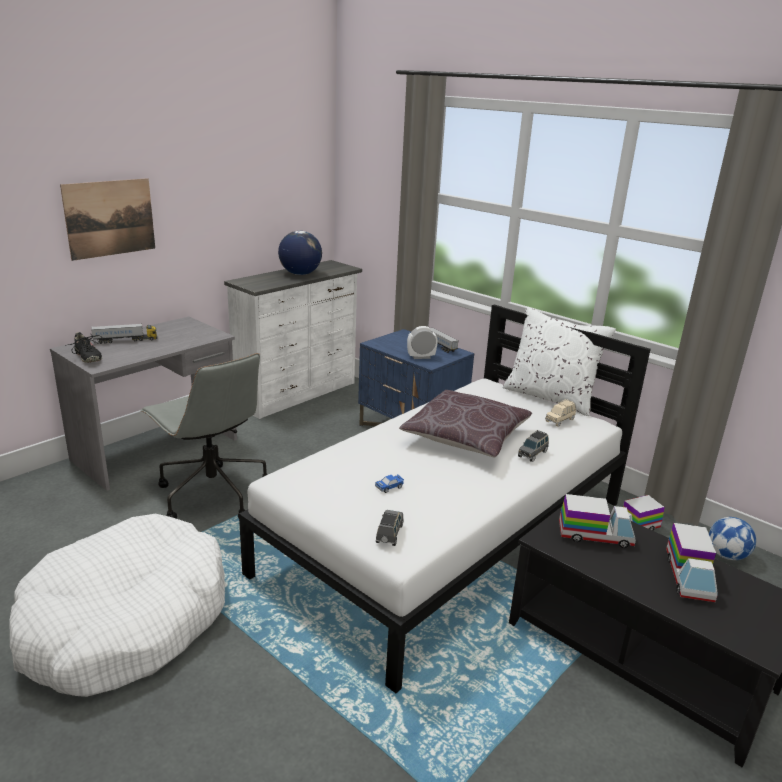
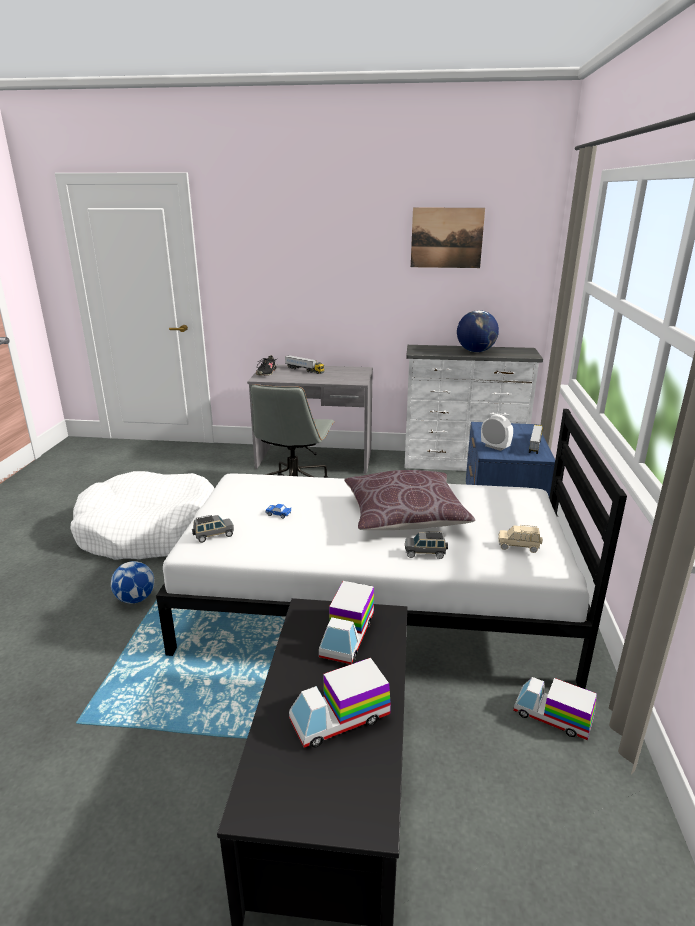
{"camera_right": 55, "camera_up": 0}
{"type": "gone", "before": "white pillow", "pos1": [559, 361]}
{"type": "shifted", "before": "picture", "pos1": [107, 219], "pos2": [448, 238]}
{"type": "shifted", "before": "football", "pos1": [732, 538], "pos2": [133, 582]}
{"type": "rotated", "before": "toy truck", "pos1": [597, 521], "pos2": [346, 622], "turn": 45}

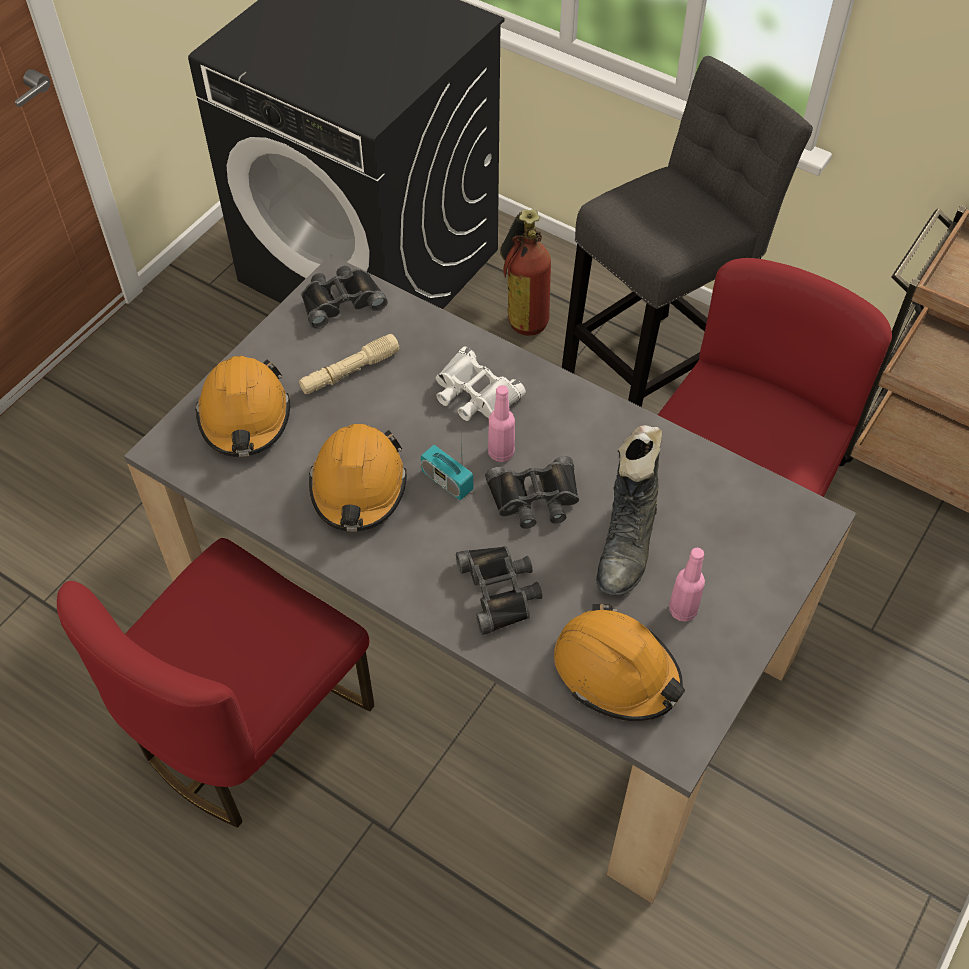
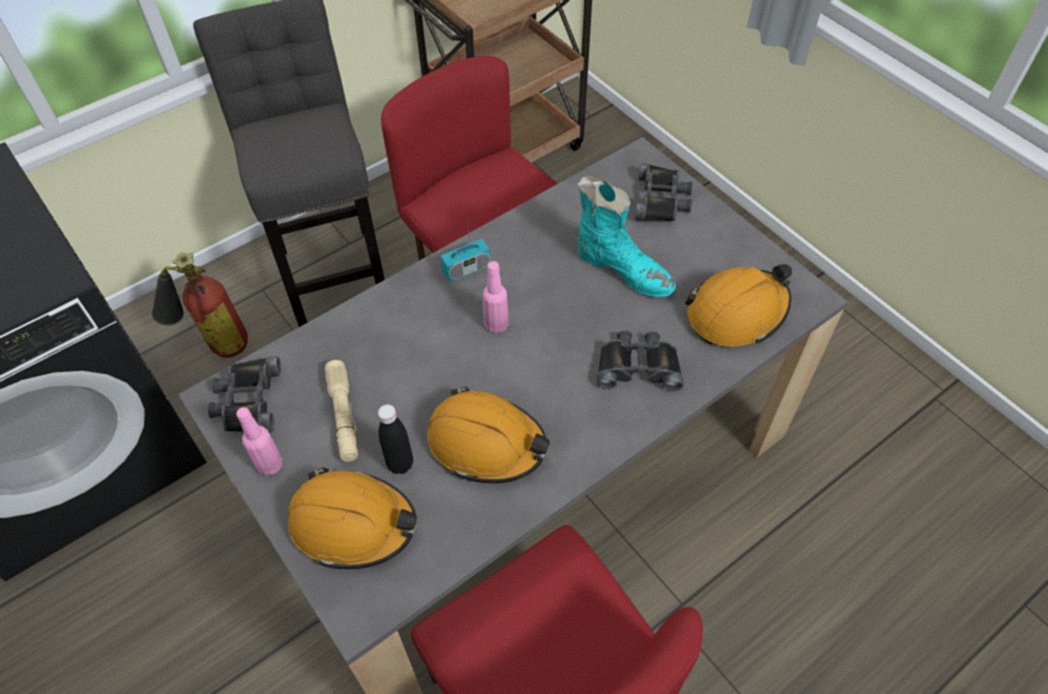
{"camera_right": -70, "camera_up": 0}
{"type": "gone", "before": "white binoculars", "pos1": [481, 384]}
{"type": "new", "after": "black bottle", "pos2": [395, 439]}
{"type": "shifted", "before": "radio", "pos1": [447, 469], "pos2": [465, 249]}
{"type": "shifted", "before": "black binoculars", "pos1": [532, 492], "pos2": [663, 192]}
{"type": "shifted", "before": "pink bottle", "pos1": [687, 584], "pos2": [259, 441]}
{"type": "repainted", "before": "black boot", "after": "turquoise boot", "pos1": [629, 510], "pos2": [626, 236]}

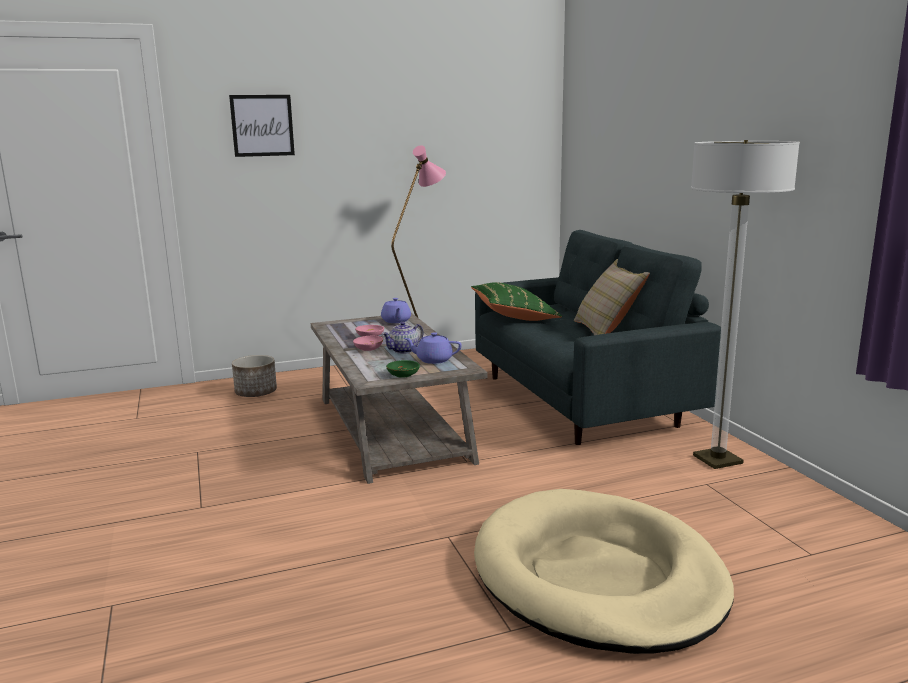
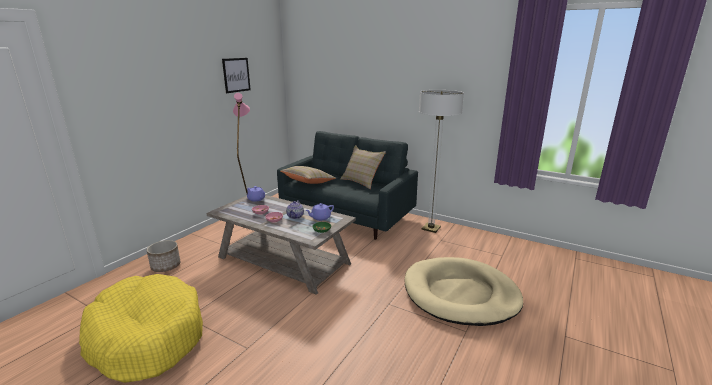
{"camera_right": -40, "camera_up": 5}
{"type": "new", "after": "yellow dog bed", "pos2": [141, 328]}
{"type": "shifted", "before": "picture", "pos1": [262, 126], "pos2": [236, 75]}
{"type": "repainted", "before": "green pillow", "after": "beige pillow", "pos1": [516, 301], "pos2": [308, 175]}

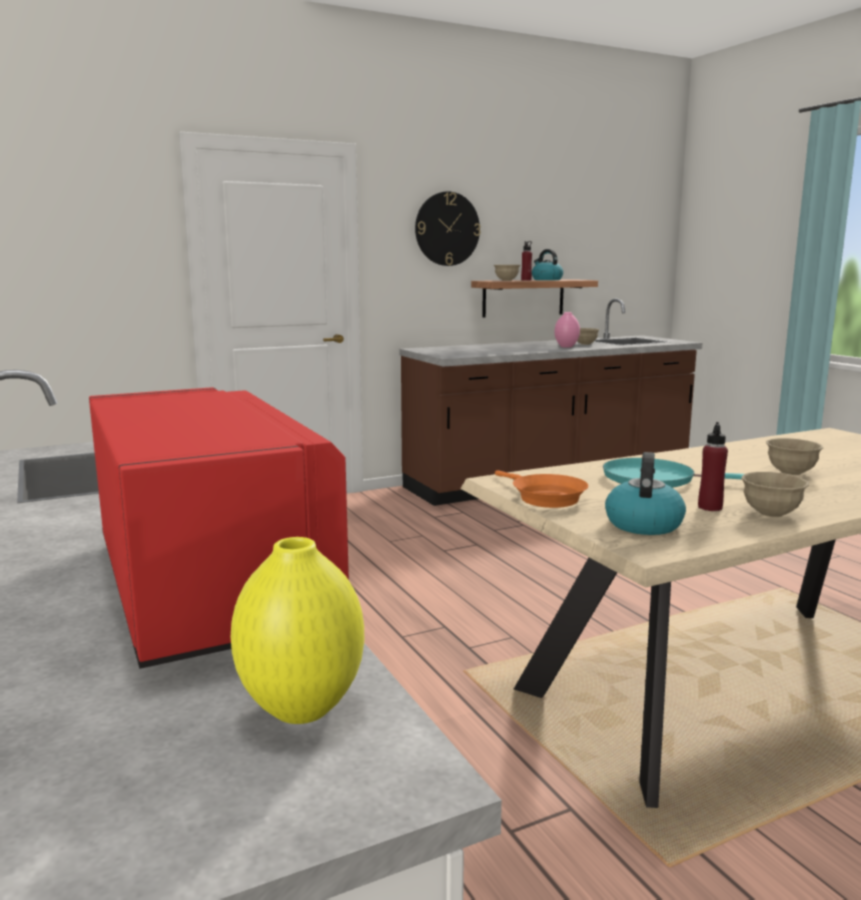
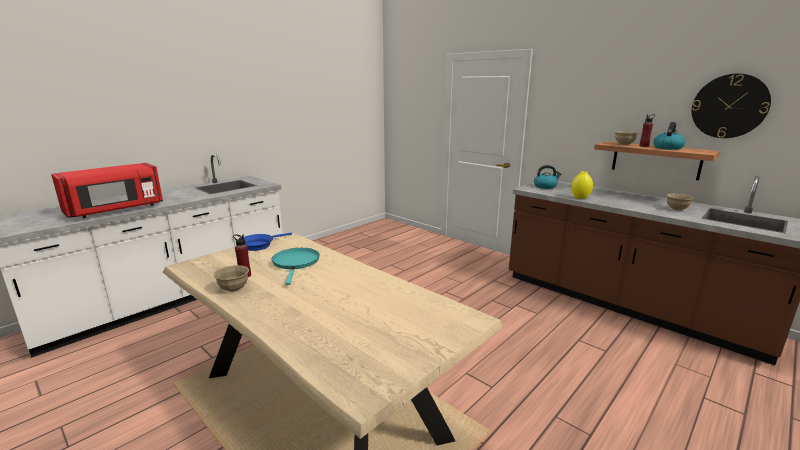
{"camera_right": 70, "camera_up": 5}
{"type": "gone", "before": "pink vase", "pos1": [567, 330]}
{"type": "gone", "before": "beige bowl", "pos1": [794, 456]}
{"type": "shifted", "before": "yellow vase", "pos1": [297, 630], "pos2": [582, 185]}
{"type": "shifted", "before": "wall clock", "pos1": [448, 228], "pos2": [731, 106]}
{"type": "shifted", "before": "kettle", "pos1": [645, 493], "pos2": [547, 177]}
{"type": "repainted", "before": "orange frying pan", "after": "blue frying pan", "pos1": [541, 489], "pos2": [268, 241]}

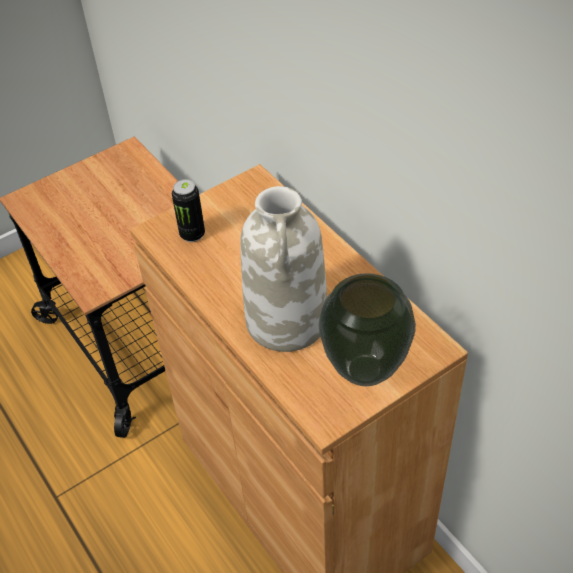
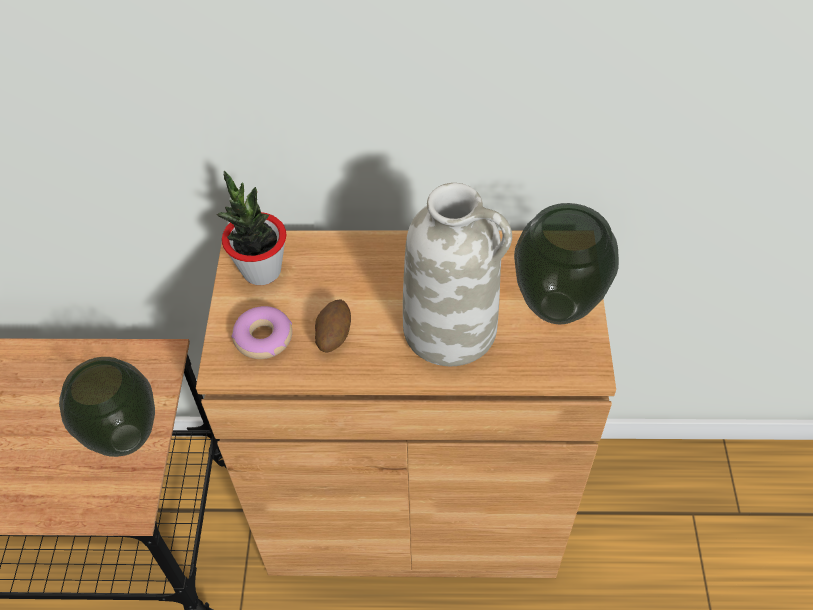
{"camera_right": -55, "camera_up": 5}
{"type": "new", "after": "vase", "pos2": [107, 407]}
{"type": "new", "after": "potted plant", "pos2": [251, 228]}
{"type": "new", "after": "potato", "pos2": [333, 326]}
{"type": "swapped", "before": "can", "after": "donut", "pos1": [188, 210], "pos2": [261, 332]}

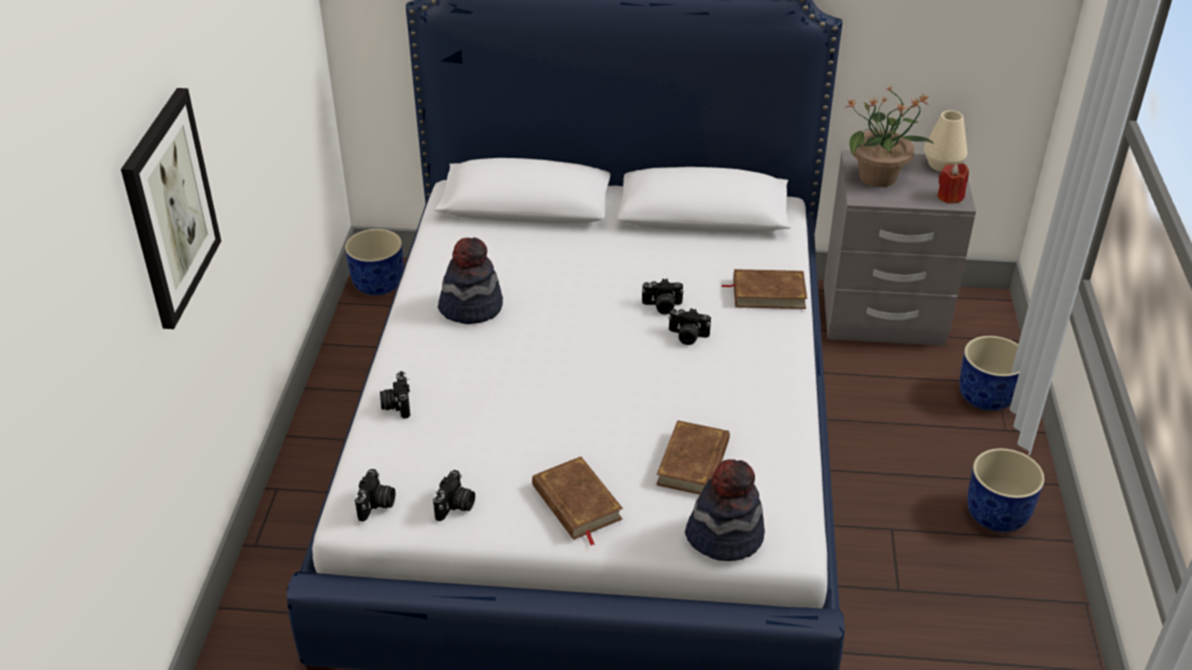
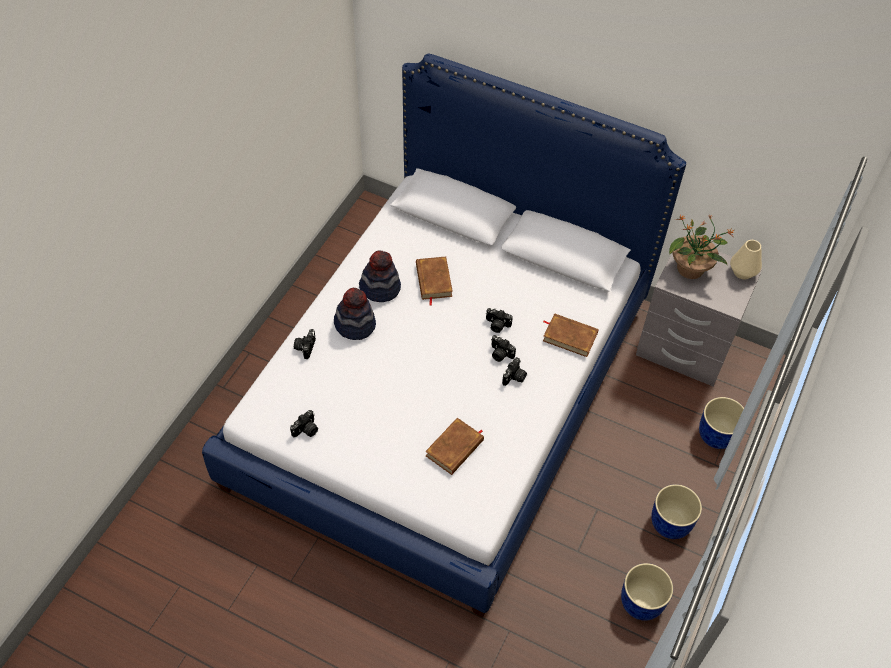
{"camera_right": 20, "camera_up": 15}
{"type": "gone", "before": "picture", "pos1": [171, 208]}
{"type": "gone", "before": "red candle", "pos1": [953, 183]}
{"type": "shifted", "before": "blue planter", "pos1": [374, 262], "pos2": [647, 592]}
{"type": "shifted", "before": "photo camera", "pos1": [375, 495], "pos2": [514, 371]}
{"type": "shifted", "before": "brown book", "pos1": [577, 501], "pos2": [434, 281]}
{"type": "shifted", "before": "hat", "pos1": [725, 510], "pos2": [355, 314]}

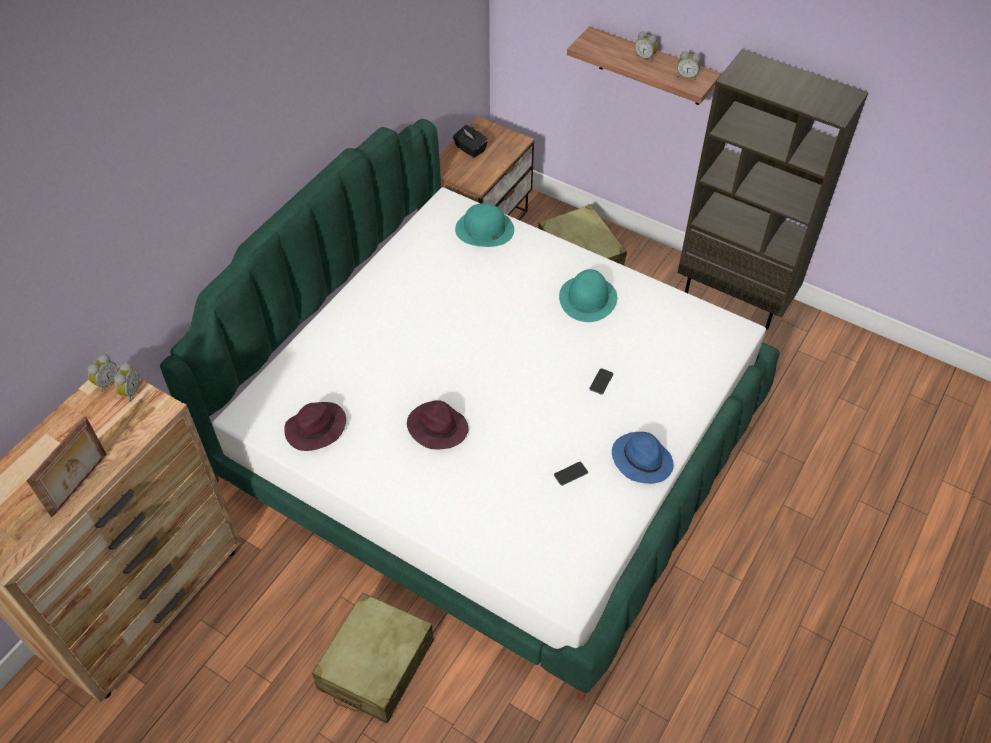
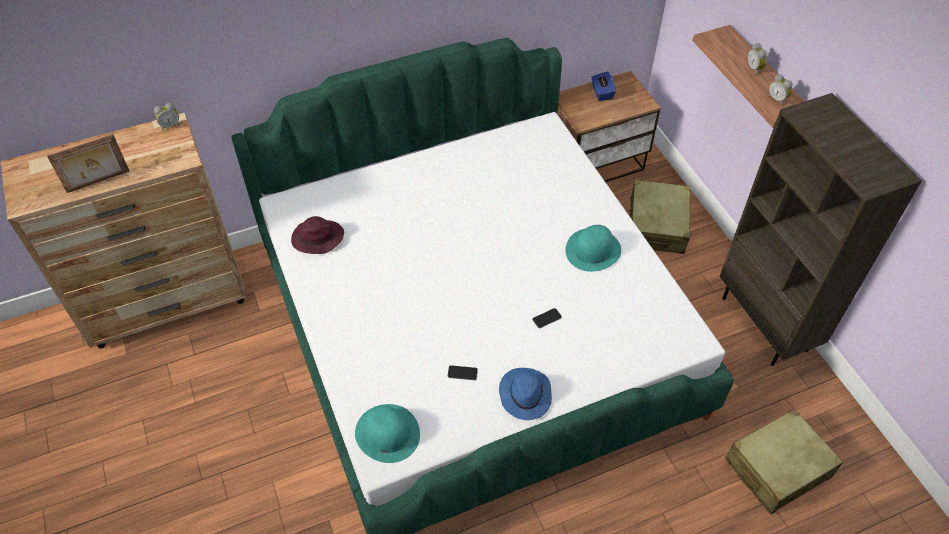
{"camera_right": 35, "camera_up": 0}
{"type": "gone", "before": "alarm clock", "pos1": [127, 382]}
{"type": "gone", "before": "purple hat", "pos1": [437, 425]}
{"type": "shifted", "before": "beige suitcase", "pos1": [373, 658], "pos2": [784, 461]}
{"type": "shifted", "before": "turquoise hat", "pos1": [484, 225], "pos2": [387, 433]}
{"type": "repainted", "before": "black tissue box", "after": "blue tissue box", "pos1": [470, 141], "pos2": [603, 86]}

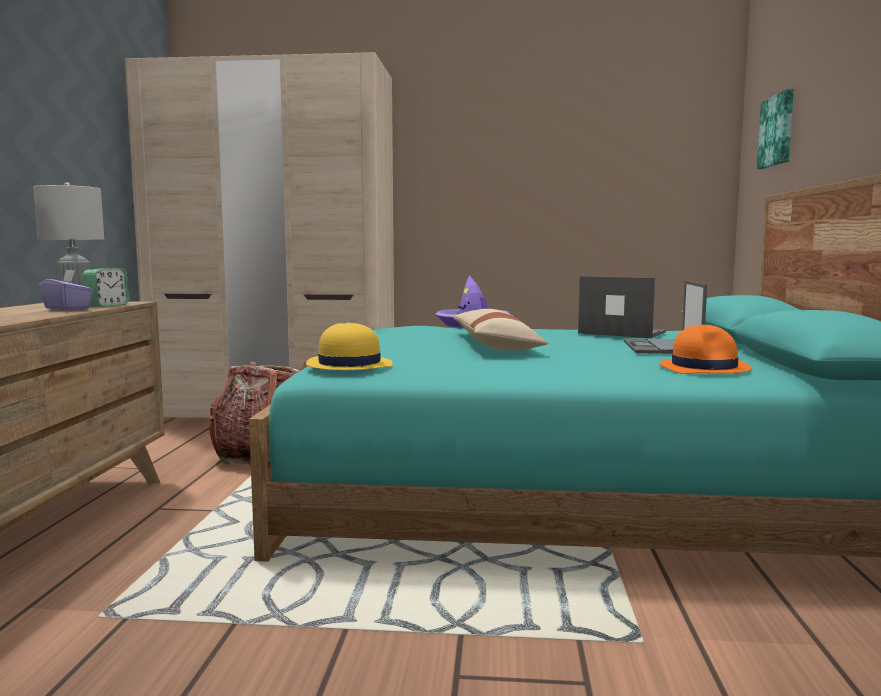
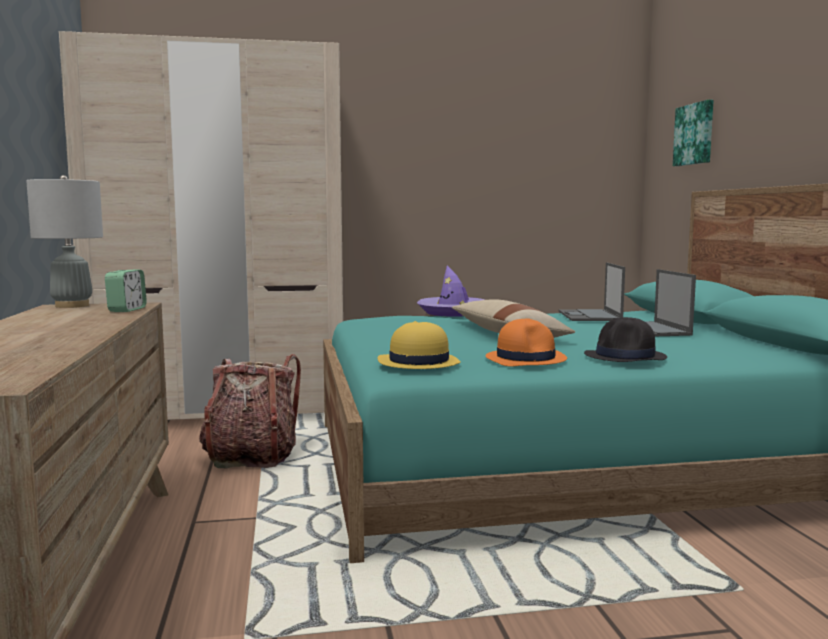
{"camera_right": -15, "camera_up": 0}
{"type": "gone", "before": "purple tissue box", "pos1": [66, 290]}
{"type": "new", "after": "black hat", "pos2": [625, 339]}
{"type": "shifted", "before": "orange hat", "pos1": [705, 349], "pos2": [526, 343]}
{"type": "rotated", "before": "laptop", "pos1": [622, 307], "pos2": [592, 292], "turn": -105}

